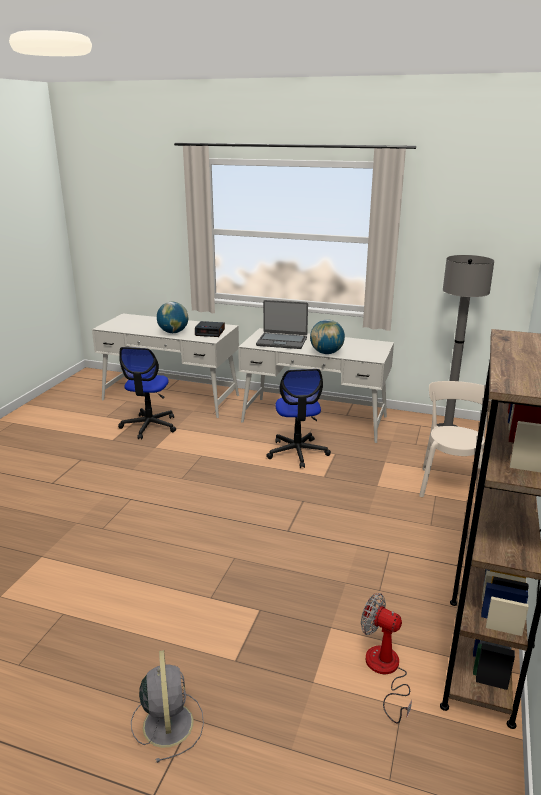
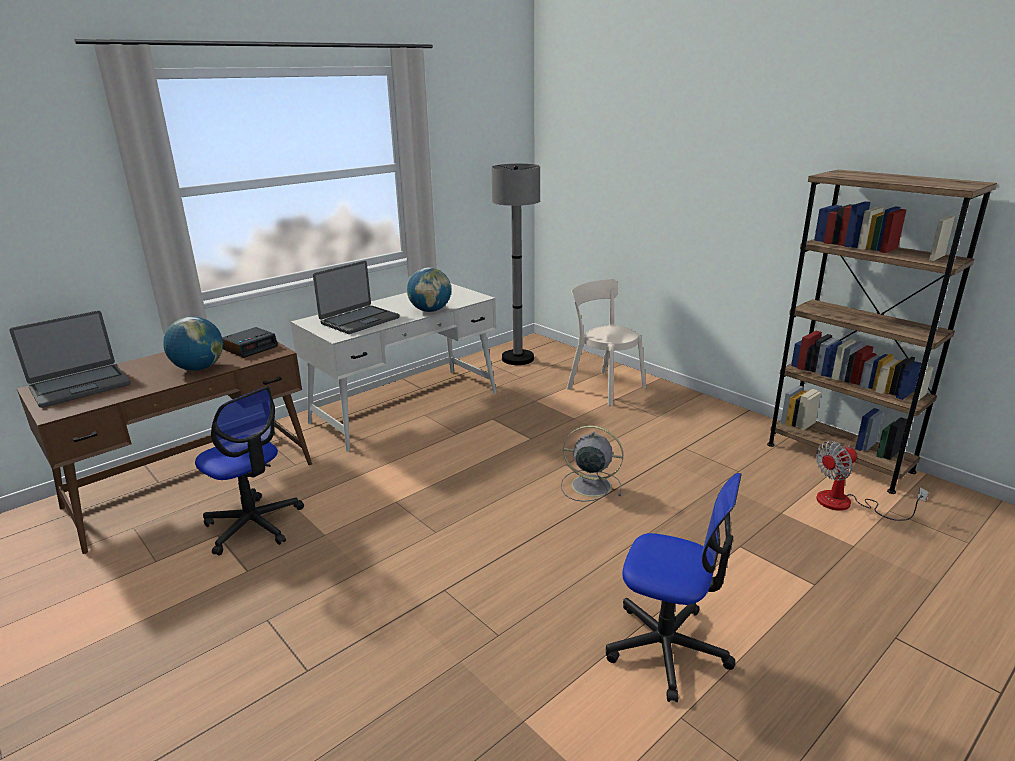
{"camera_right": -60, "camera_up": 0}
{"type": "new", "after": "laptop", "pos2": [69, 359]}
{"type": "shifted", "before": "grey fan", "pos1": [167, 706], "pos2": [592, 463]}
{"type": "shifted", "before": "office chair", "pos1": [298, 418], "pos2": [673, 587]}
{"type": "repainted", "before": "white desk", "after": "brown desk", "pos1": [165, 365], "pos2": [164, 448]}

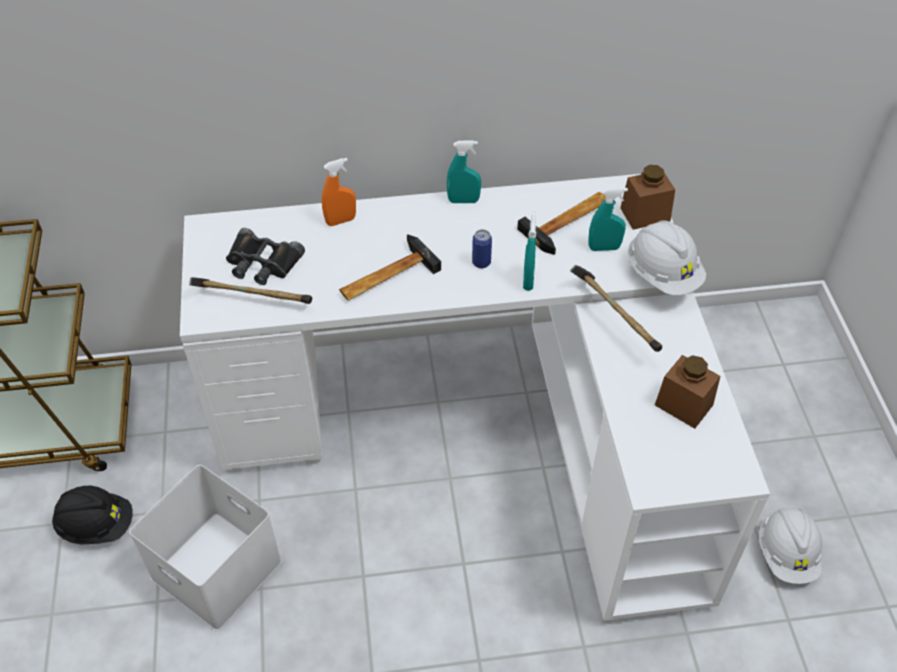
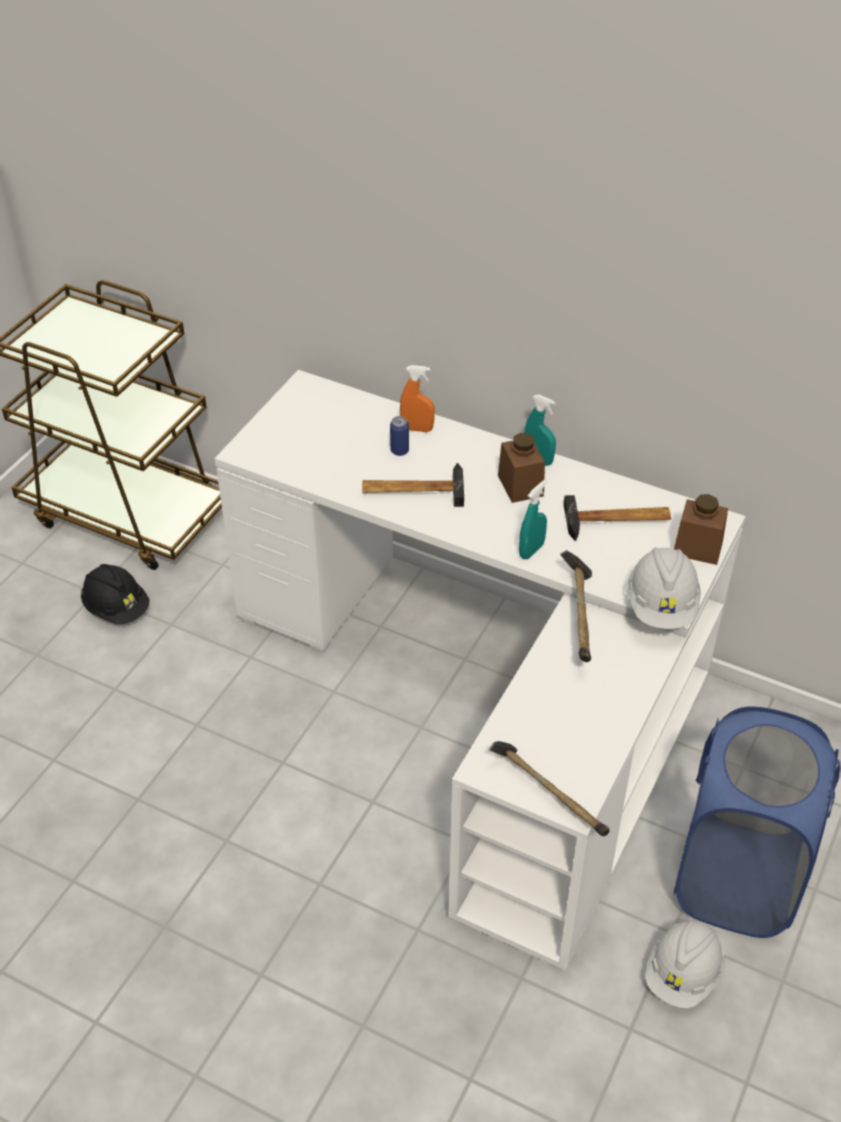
{"camera_right": 35, "camera_up": -5}
{"type": "gone", "before": "white storage box", "pos1": [205, 548]}
{"type": "gone", "before": "black binoculars", "pos1": [265, 256]}
{"type": "gone", "before": "turquoise spray bottle", "pos1": [608, 219]}
{"type": "new", "after": "blue laundry basket", "pos2": [757, 822]}
{"type": "shifted", "before": "hammer", "pos1": [250, 290], "pos2": [549, 788]}
{"type": "shifted", "before": "can", "pos1": [482, 248], "pos2": [399, 436]}
{"type": "shifted", "before": "brown jar", "pos1": [688, 392], "pos2": [521, 468]}

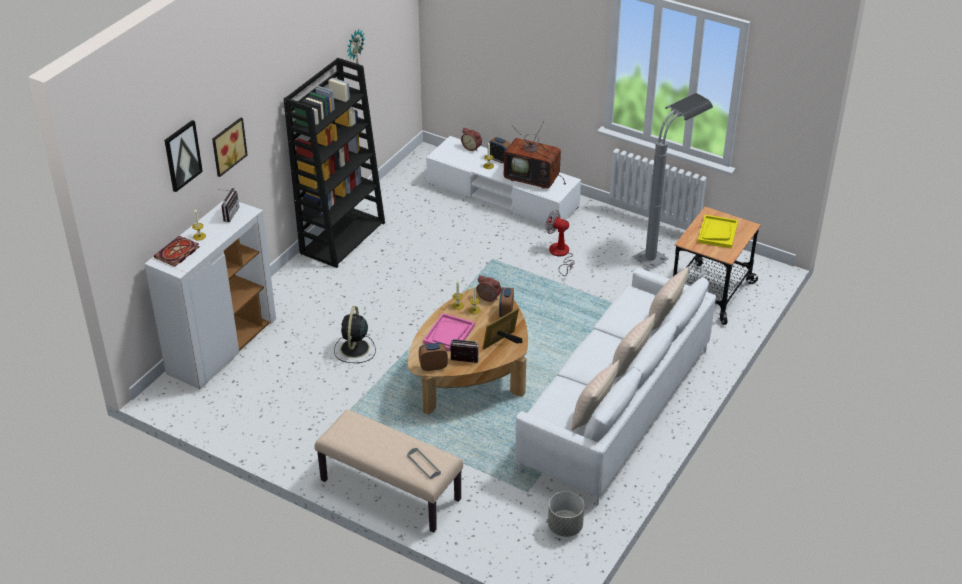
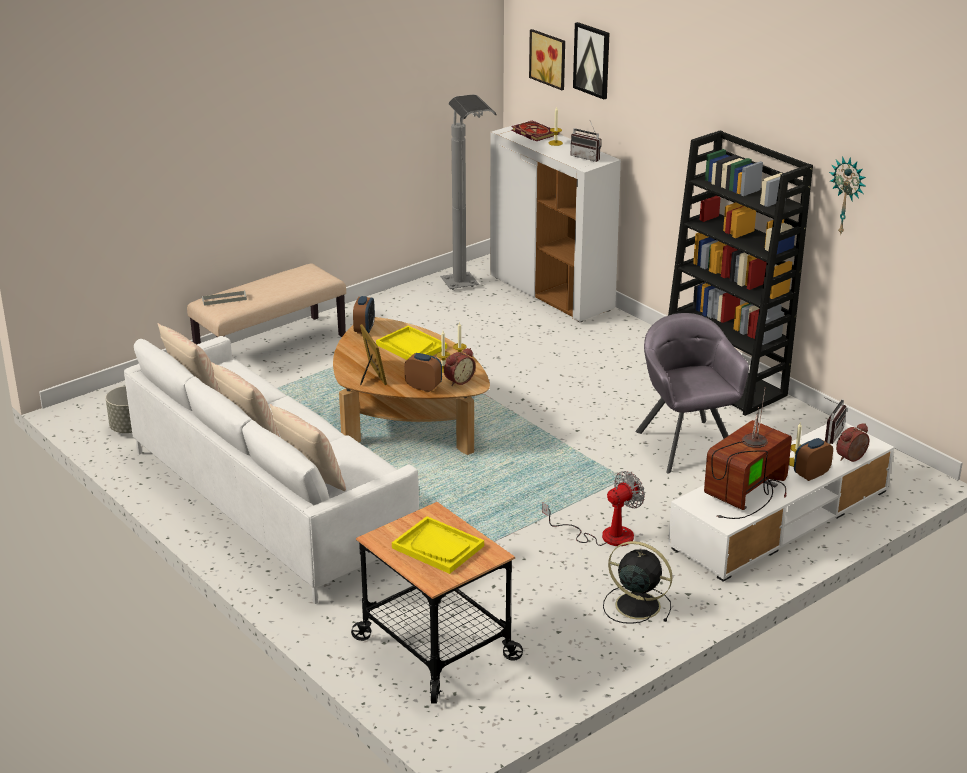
{"camera_right": 110, "camera_up": -10}
{"type": "new", "after": "grey armchair", "pos2": [692, 393]}
{"type": "shifted", "before": "picture", "pos1": [230, 147], "pos2": [547, 59]}
{"type": "shifted", "before": "black fan", "pos1": [355, 334], "pos2": [638, 582]}
{"type": "shifted", "before": "radio", "pos1": [464, 351], "pos2": [835, 420]}
{"type": "shifted", "before": "grey floor lamp", "pos1": [672, 181], "pos2": [468, 192]}
{"type": "repainted", "before": "pink tray", "after": "yellow tray", "pos1": [449, 332], "pos2": [411, 342]}

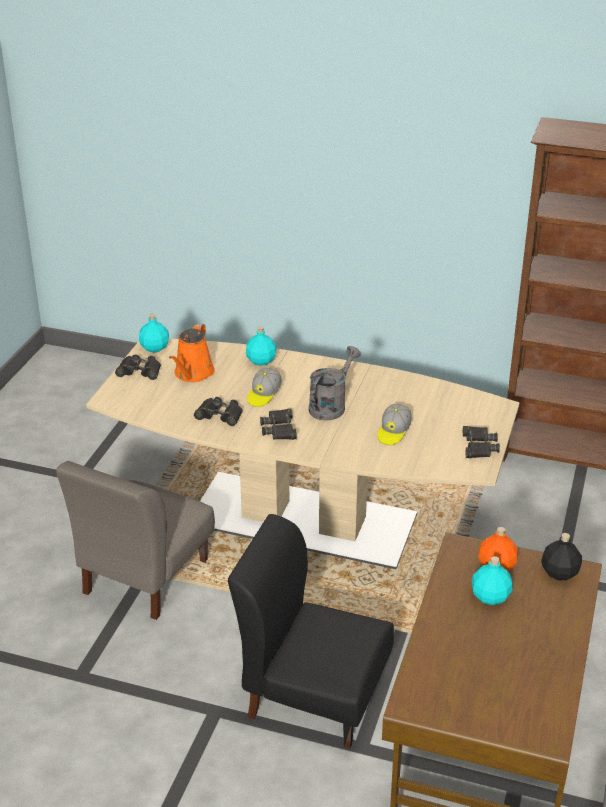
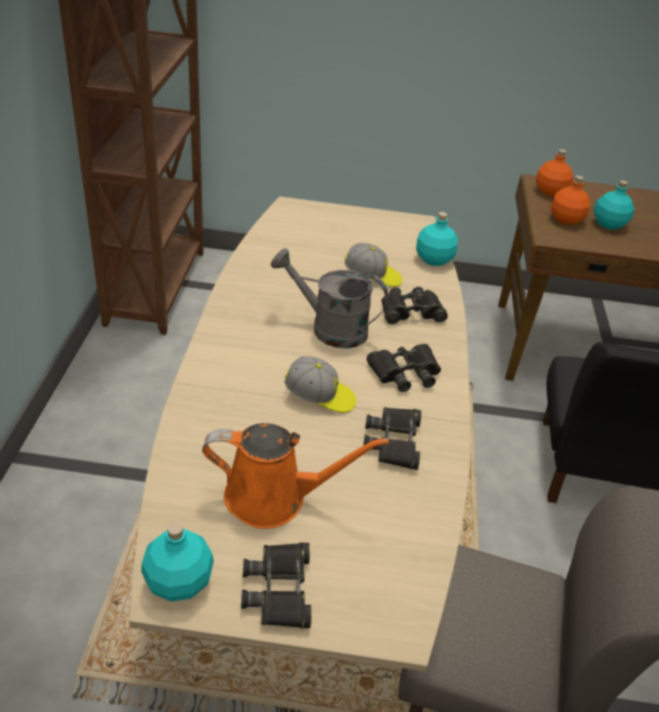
{"camera_right": -105, "camera_up": 5}
{"type": "shifted", "before": "turquoise bottle", "pos1": [261, 346], "pos2": [437, 239]}
{"type": "shifted", "before": "black binoculars", "pos1": [481, 442], "pos2": [414, 305]}
{"type": "repainted", "before": "black bottle", "after": "orange bottle", "pos1": [561, 556], "pos2": [555, 173]}

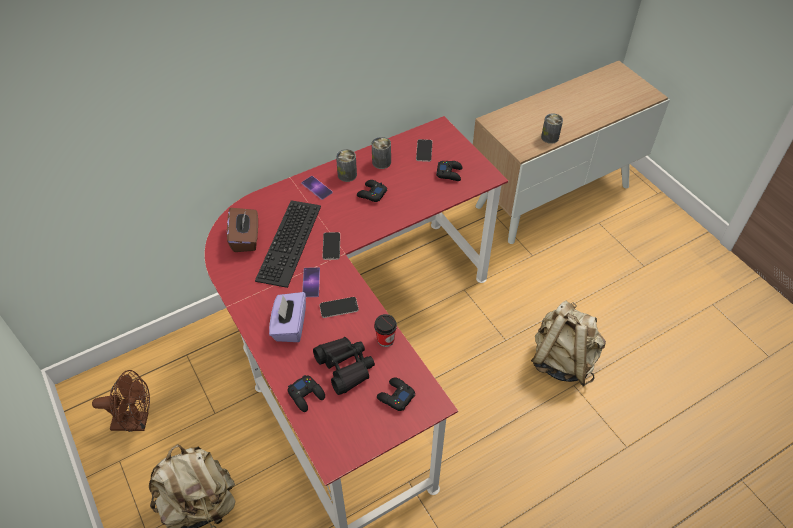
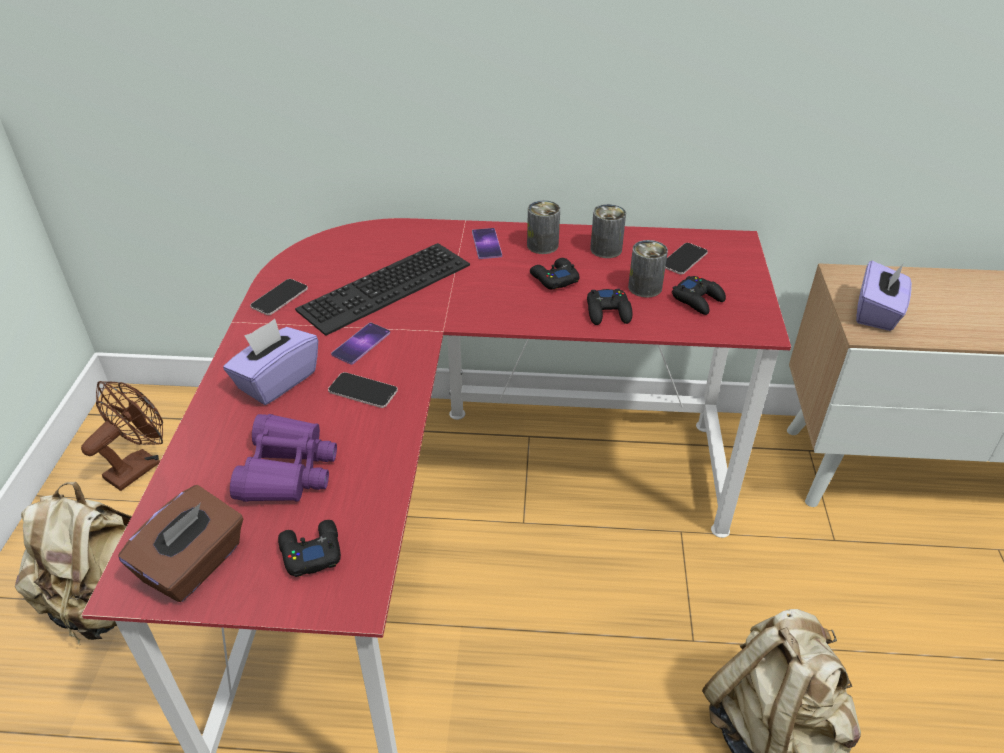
{"camera_right": 35, "camera_up": -10}
{"type": "gone", "before": "cup", "pos1": [385, 330]}
{"type": "new", "after": "purple tissue box", "pos2": [884, 296]}
{"type": "shifted", "before": "brown tissue box", "pos1": [242, 230], "pos2": [180, 543]}
{"type": "shifted", "before": "black game controller", "pos1": [306, 393], "pos2": [609, 307]}
{"type": "shifted", "before": "phone", "pos1": [331, 246], "pos2": [279, 297]}
{"type": "shifted", "before": "can", "pos1": [552, 128], "pos2": [648, 269]}
{"type": "repainted", "before": "black binoculars", "after": "purple binoculars", "pos1": [344, 366], "pos2": [283, 458]}
{"type": "rotated", "before": "brown fan", "pos1": [121, 401], "pos2": [122, 436], "turn": -90}

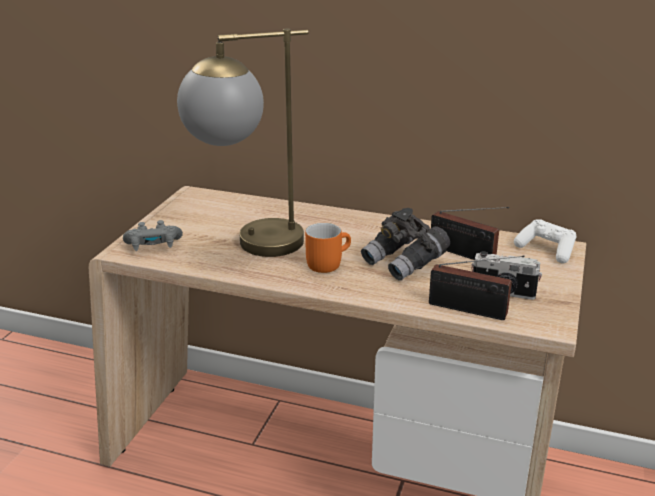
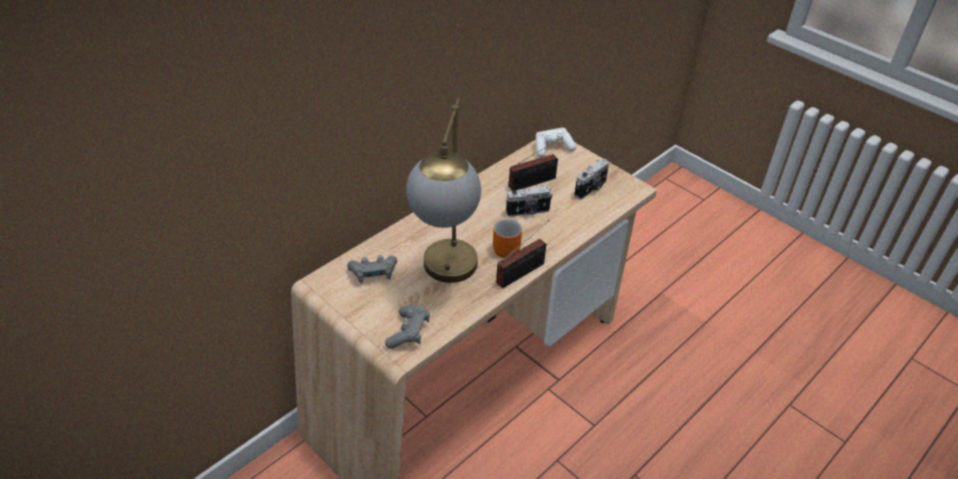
{"camera_right": -65, "camera_up": 15}
{"type": "new", "after": "grey game controller", "pos2": [372, 269]}
{"type": "shifted", "before": "radio", "pos1": [477, 288], "pos2": [522, 254]}
{"type": "swapped", "before": "grey binoculars", "after": "photo camera", "pos1": [405, 244], "pos2": [529, 201]}

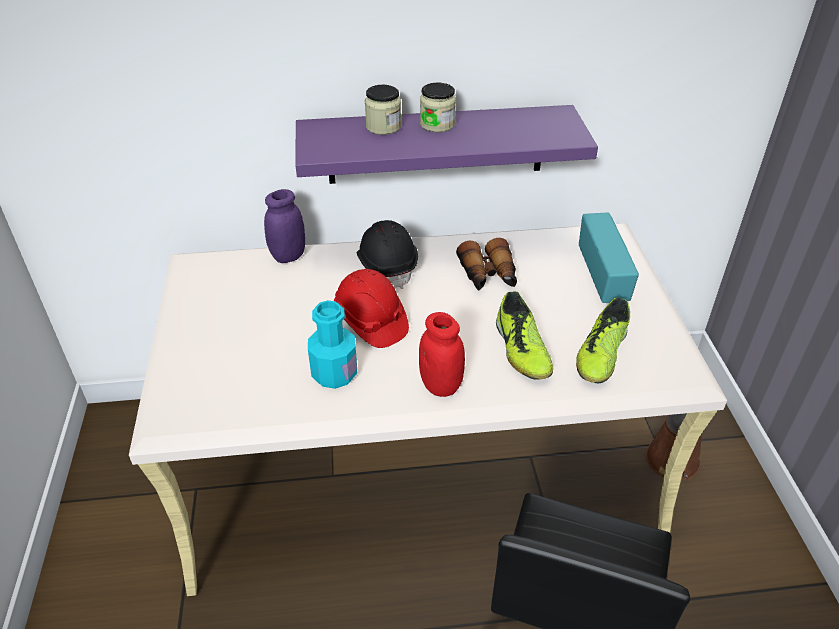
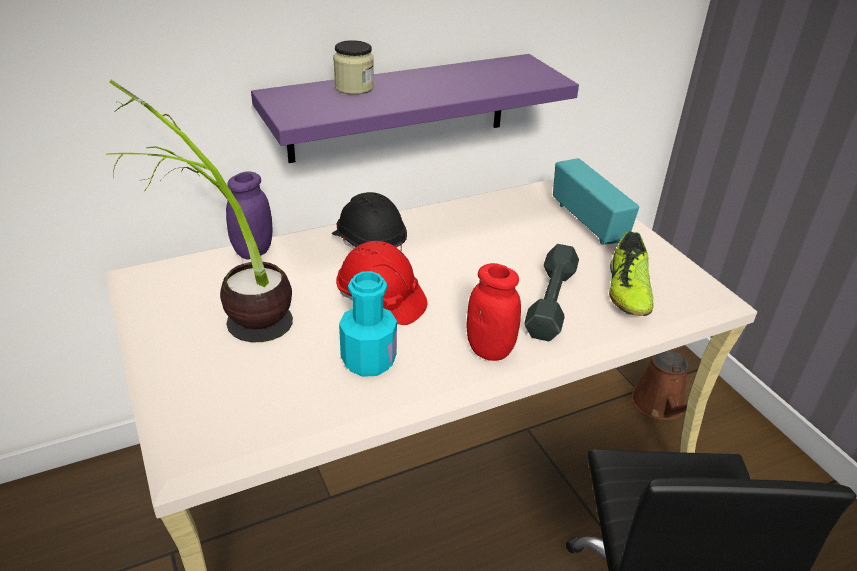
{"camera_right": -20, "camera_up": -5}
{"type": "gone", "before": "jar", "pos1": [438, 107]}
{"type": "gone", "before": "binoculars", "pos1": [486, 264]}
{"type": "new", "after": "potted plant", "pos2": [199, 211]}
{"type": "swapped", "before": "shoe", "after": "grey dumbbell", "pos1": [524, 335], "pos2": [551, 292]}

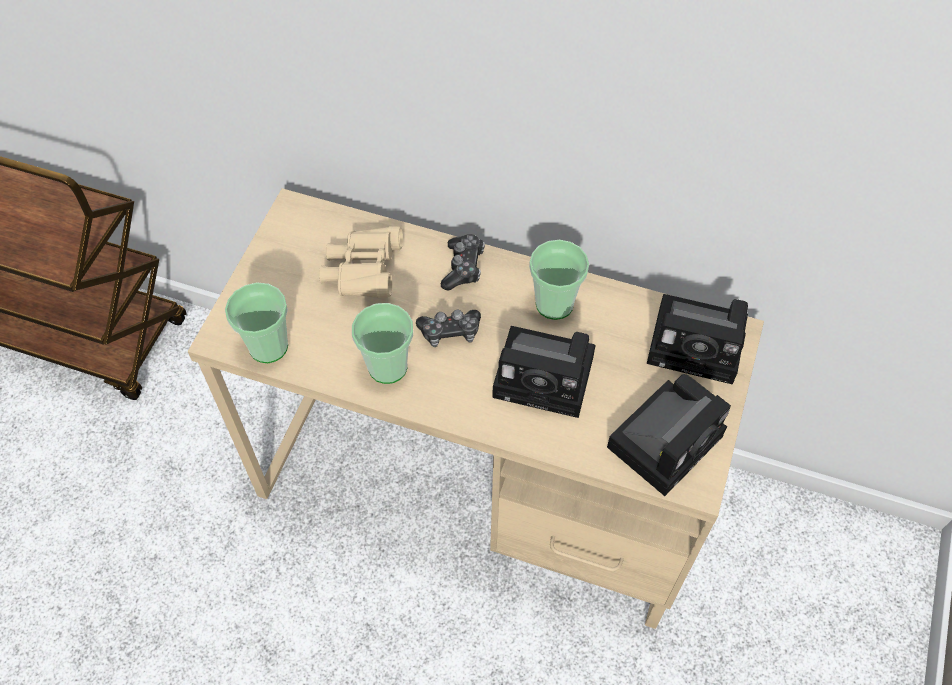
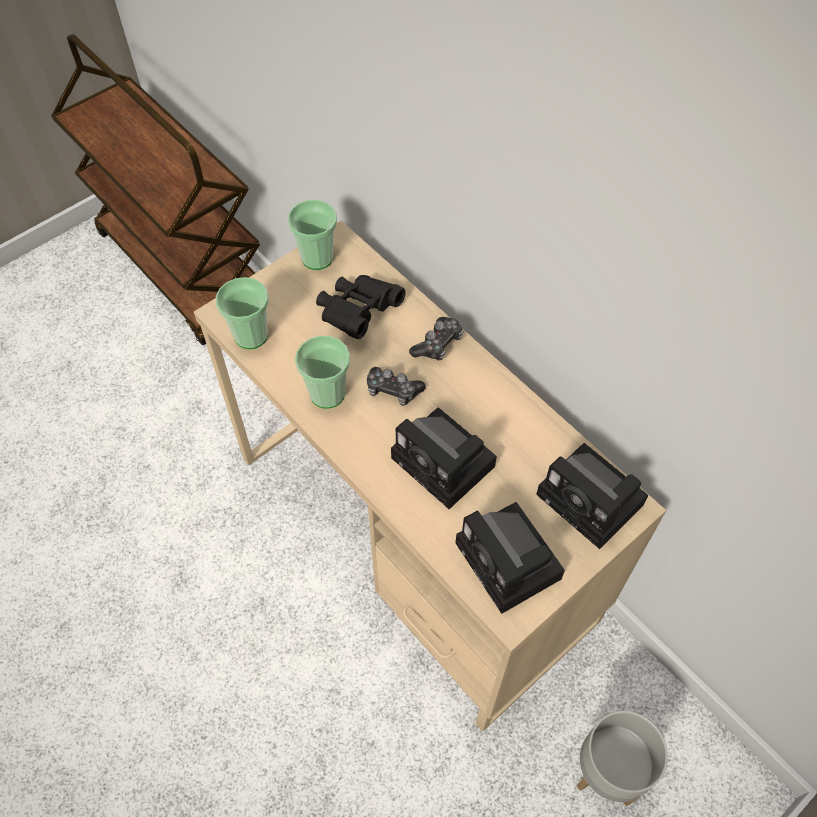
{"camera_right": 30, "camera_up": 0}
{"type": "new", "after": "grey planter", "pos2": [622, 758]}
{"type": "shifted", "before": "cup", "pos1": [559, 280], "pos2": [312, 235]}
{"type": "repainted", "before": "beige binoculars", "after": "black binoculars", "pos1": [361, 262], "pos2": [360, 307]}
{"type": "rotated", "before": "photo camera", "pos1": [669, 435], "pos2": [510, 558], "turn": 75}

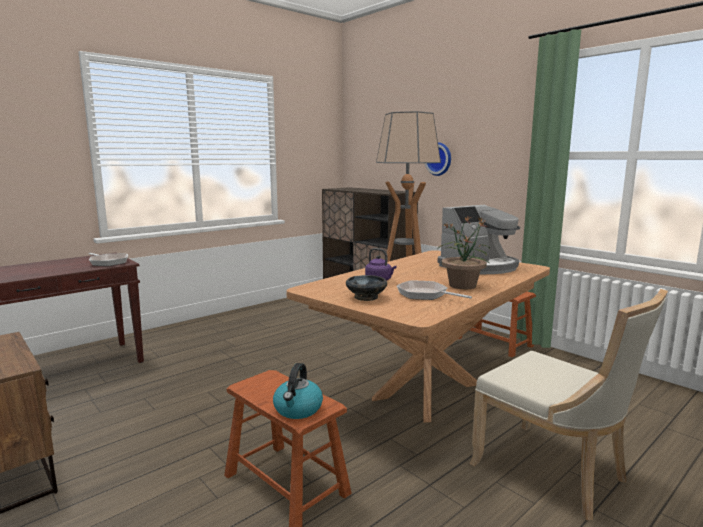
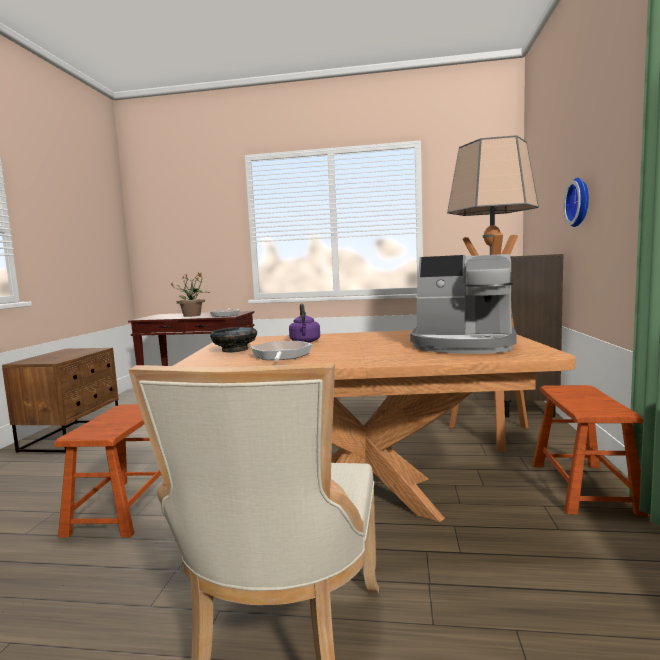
{"camera_right": 50, "camera_up": -5}
{"type": "gone", "before": "kettle", "pos1": [298, 391]}
{"type": "shifted", "before": "potted plant", "pos1": [464, 252], "pos2": [190, 295]}

